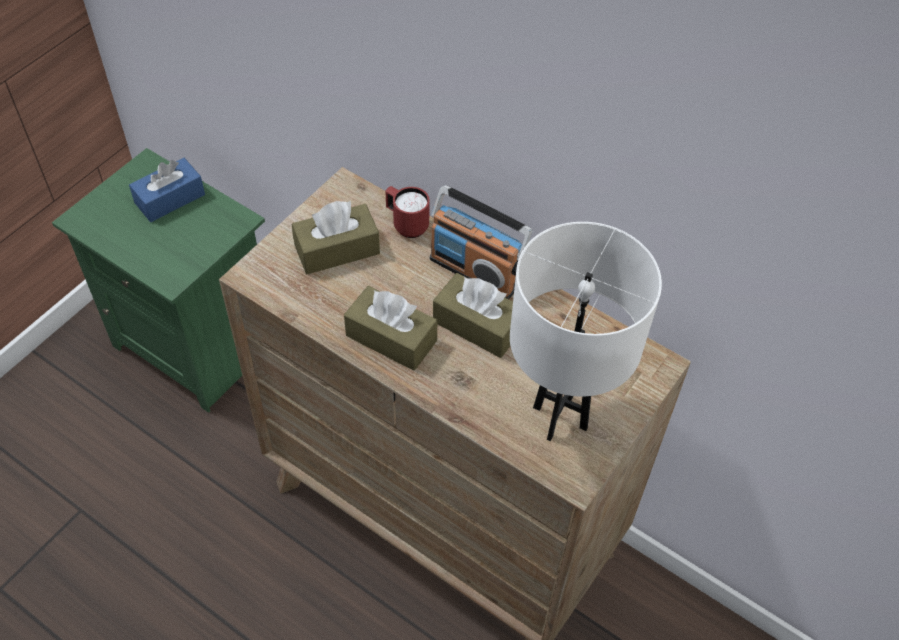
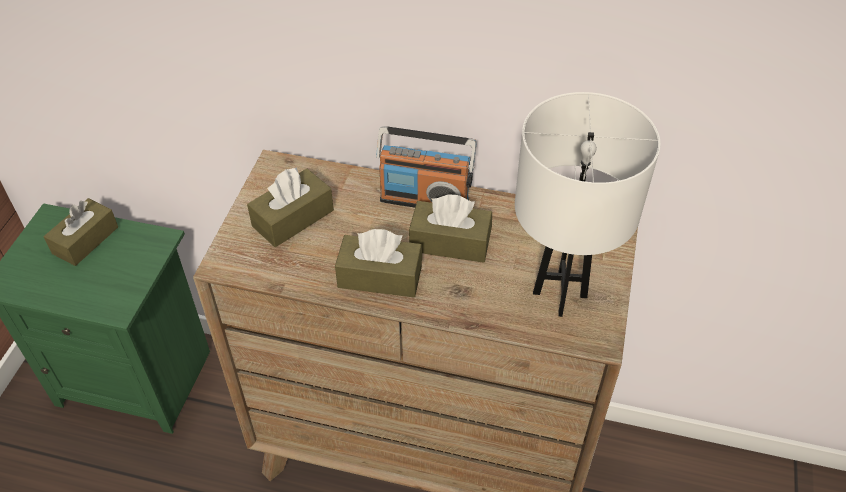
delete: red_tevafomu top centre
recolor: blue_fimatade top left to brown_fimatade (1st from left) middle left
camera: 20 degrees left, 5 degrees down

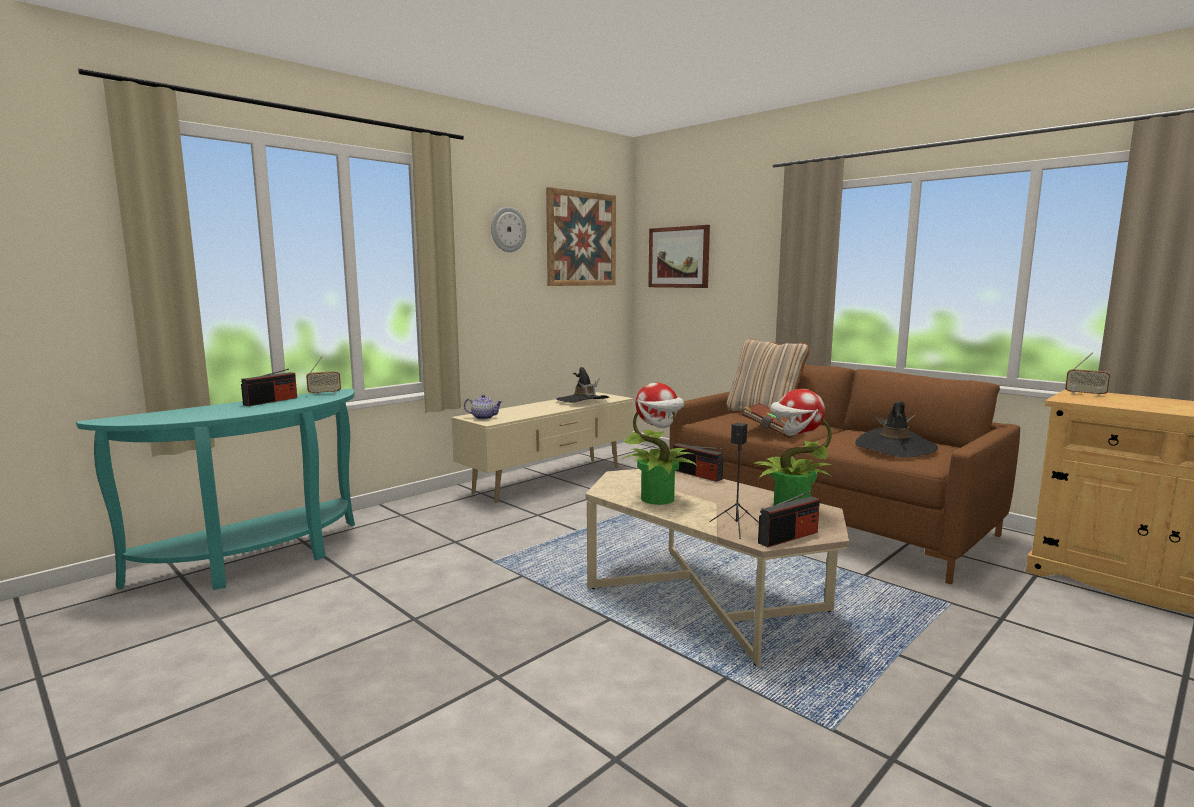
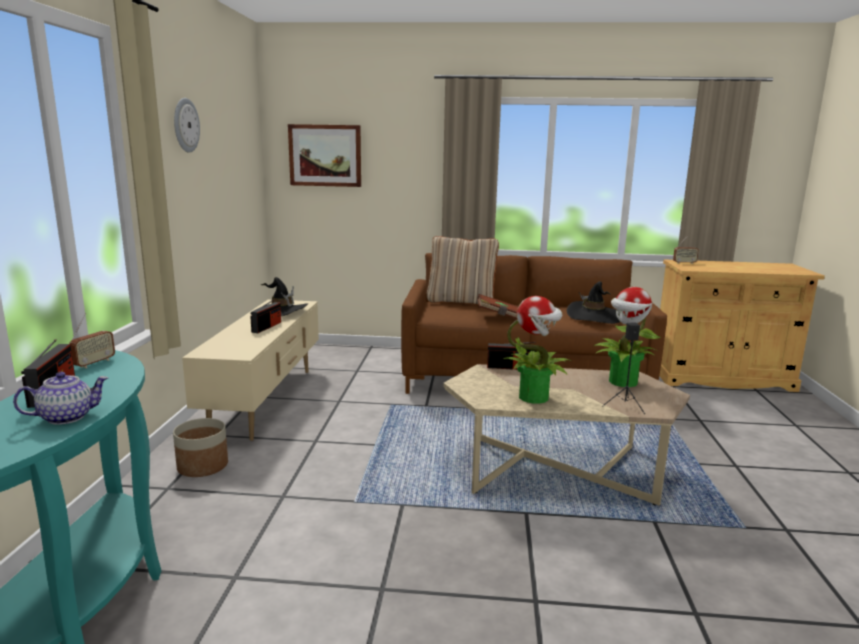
delete: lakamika (1st from left) top centre
insert: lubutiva bottom left
move: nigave centre to middle left; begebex (4th from left in the first image) centre to begebex (3rd from left) middle left
camera: 40 degrees left, 5 degrees up

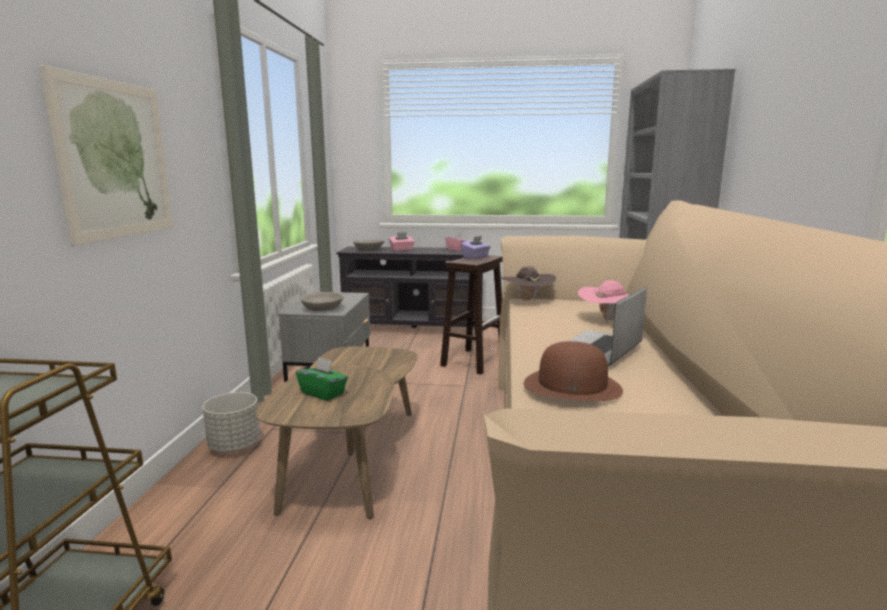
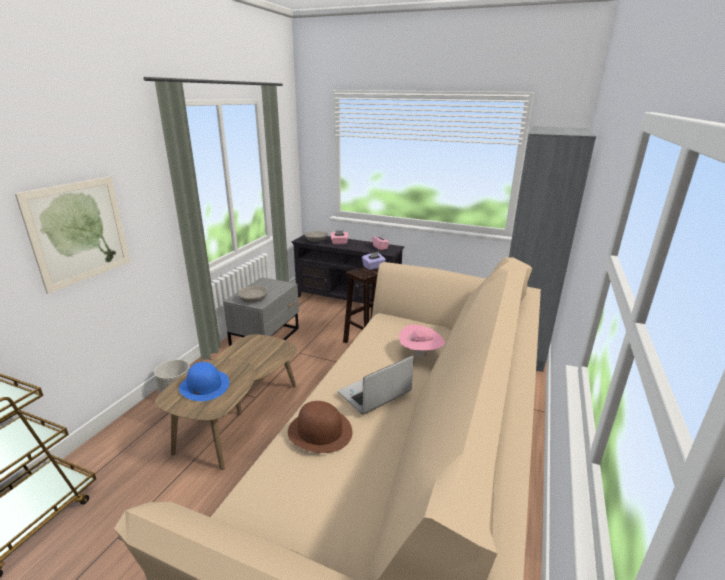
delete: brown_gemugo (1st from left) centre
replace: green_fimatade centre to blue_gemugo middle left
camera: 15 degrees right, 10 degrees up

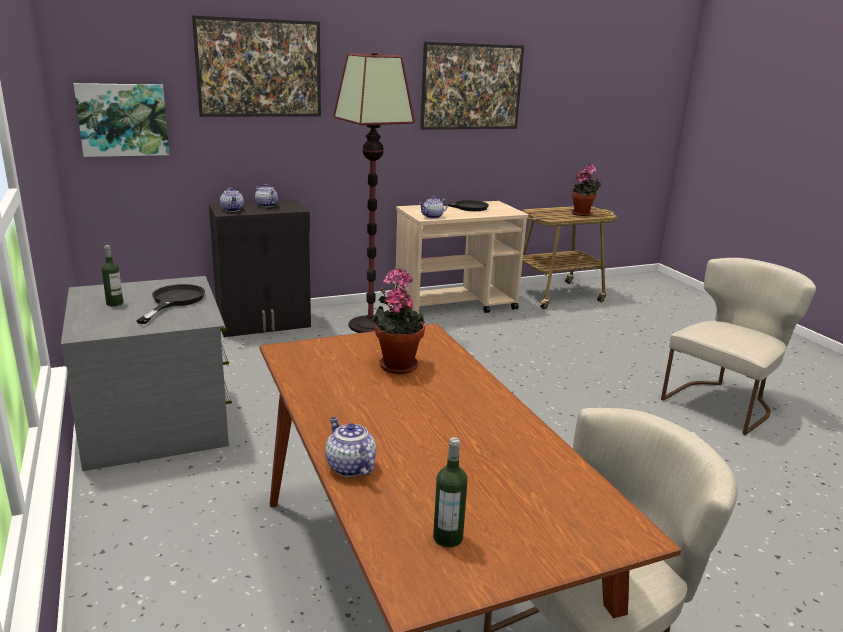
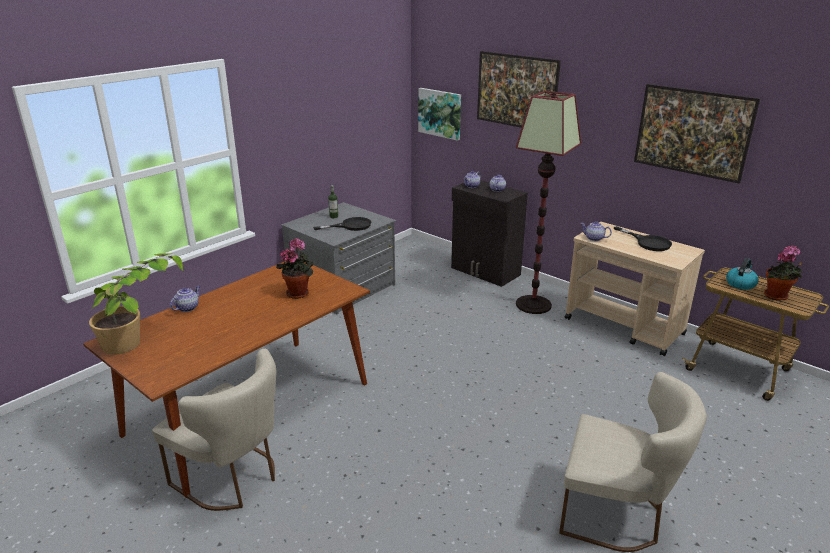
insert: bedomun middle right
replace: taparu (2nd from left) bottom centre to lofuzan (1st from left) middle left
camera: 65 degrees right, 5 degrees up

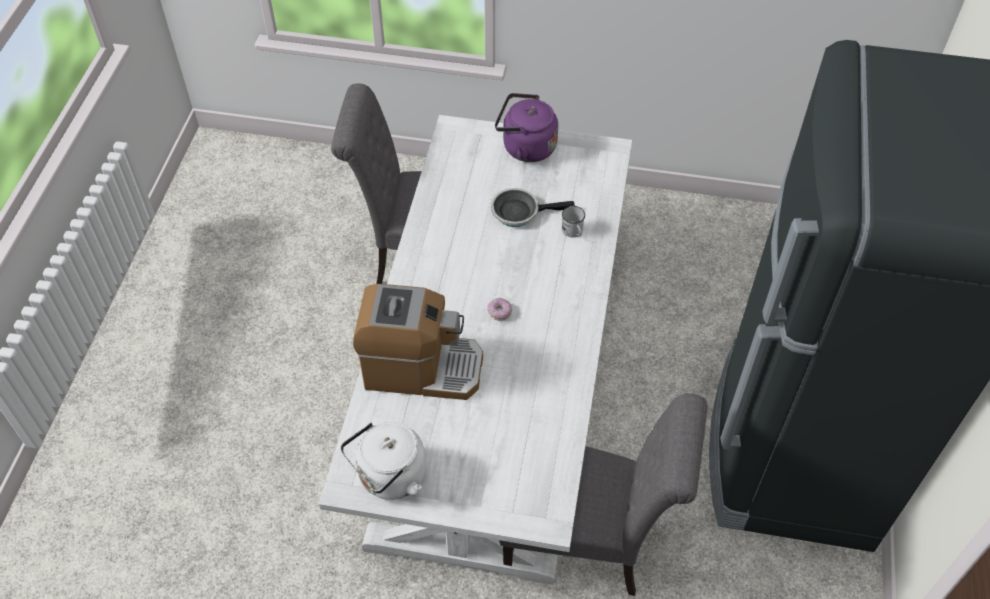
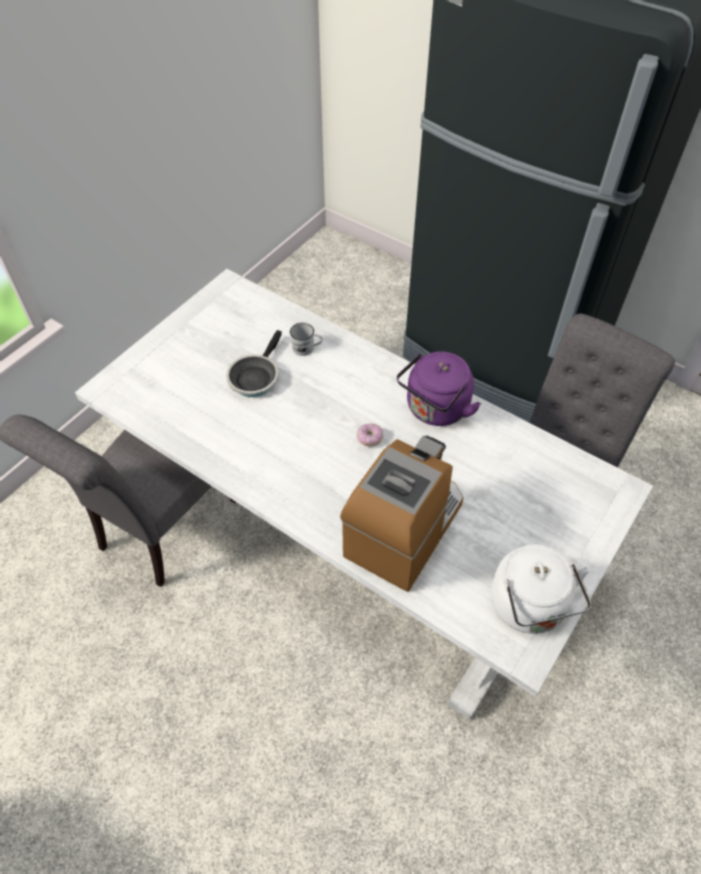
move: purple_bedomun top centre to centre
camera: 65 degrees left, 0 degrees up

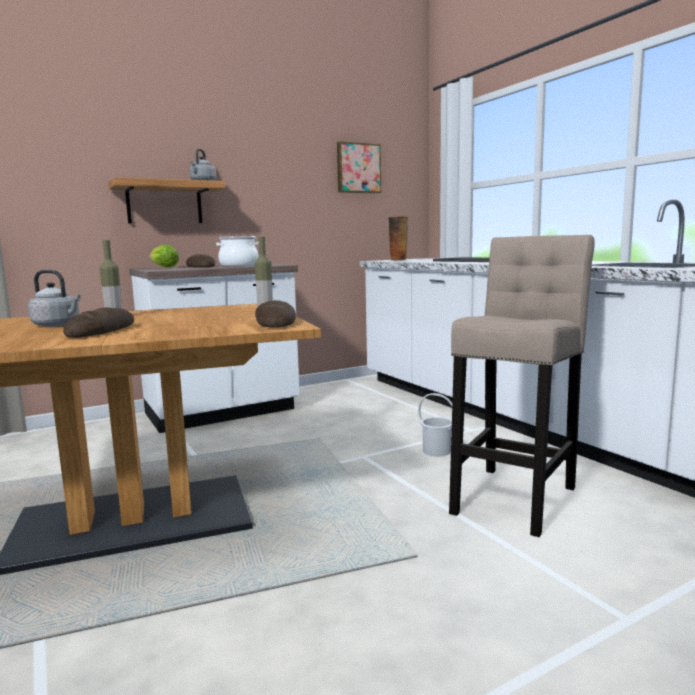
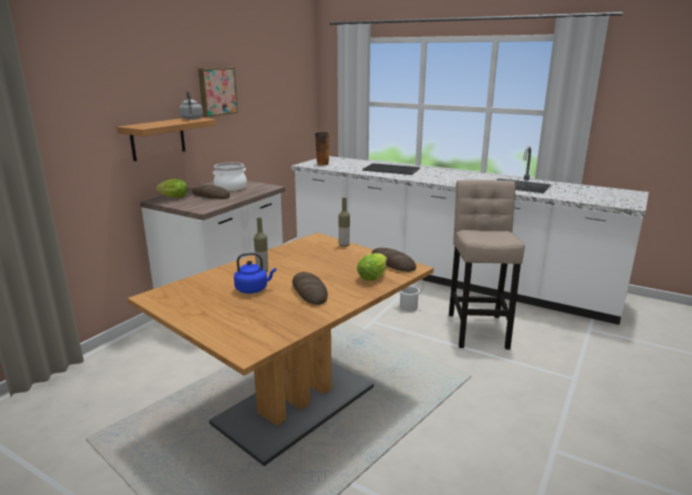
insert: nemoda (2nd from left) centre
move: lakamika top centre to top left
recolor: grey_bedomun (1st from left) middle left to blue_bedomun centre
camera: 30 degrees left, 10 degrees up

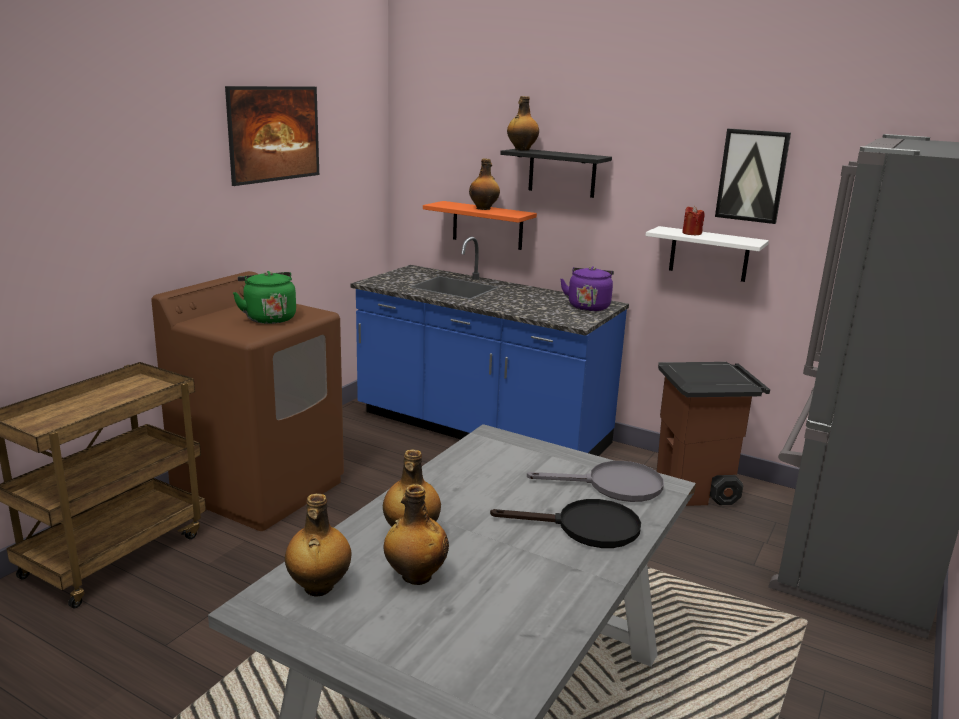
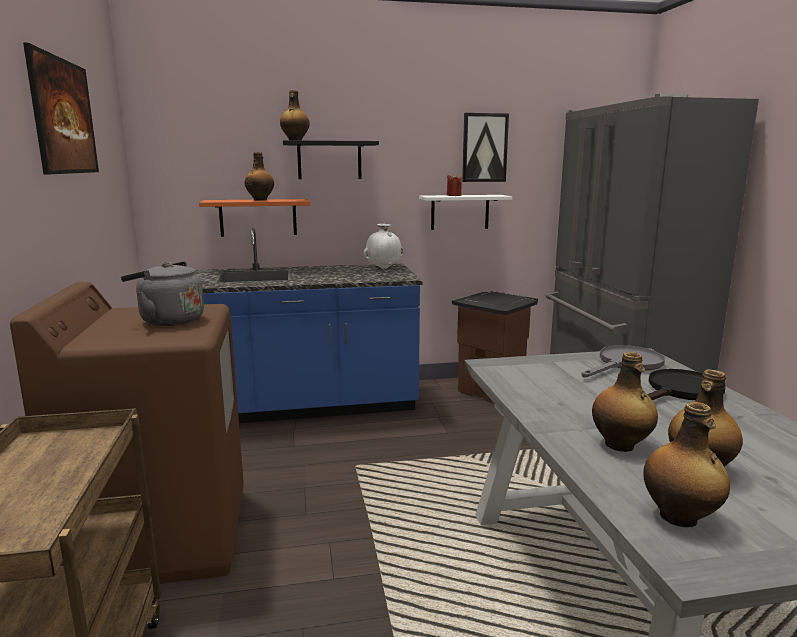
replace: purple_bedomun centre to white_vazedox centre
recolor: green_bedomun middle left to grey_bedomun middle left
camera: 40 degrees left, 5 degrees down

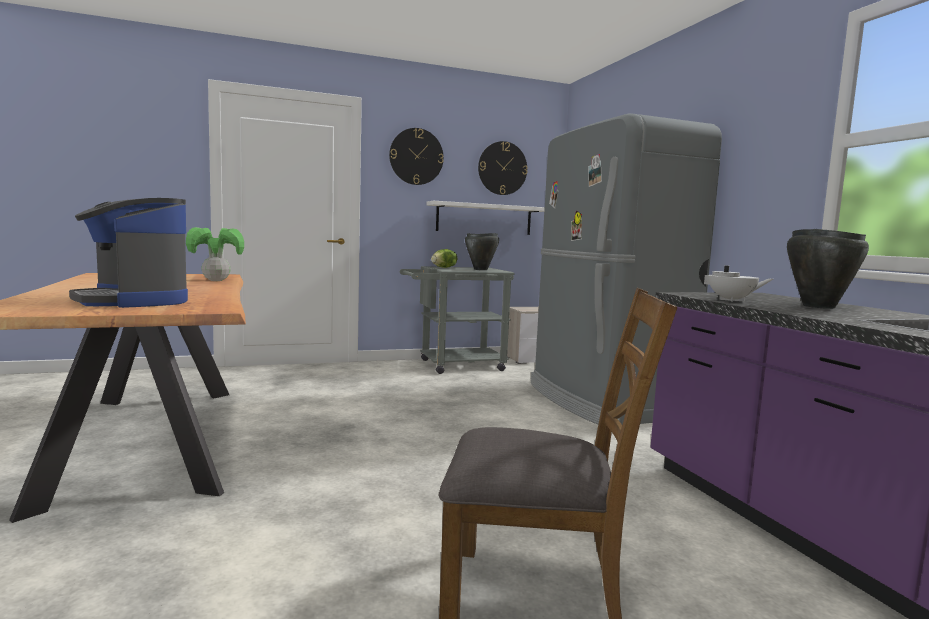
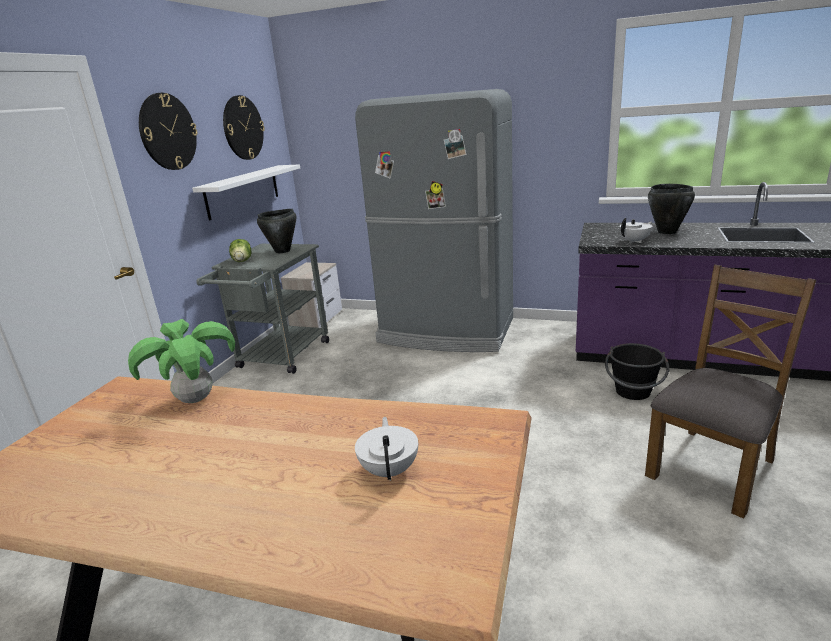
insert: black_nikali middle right
replace: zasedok middle left to white_nigave (1st from left) bottom centre
camera: 50 degrees left, 15 degrees up

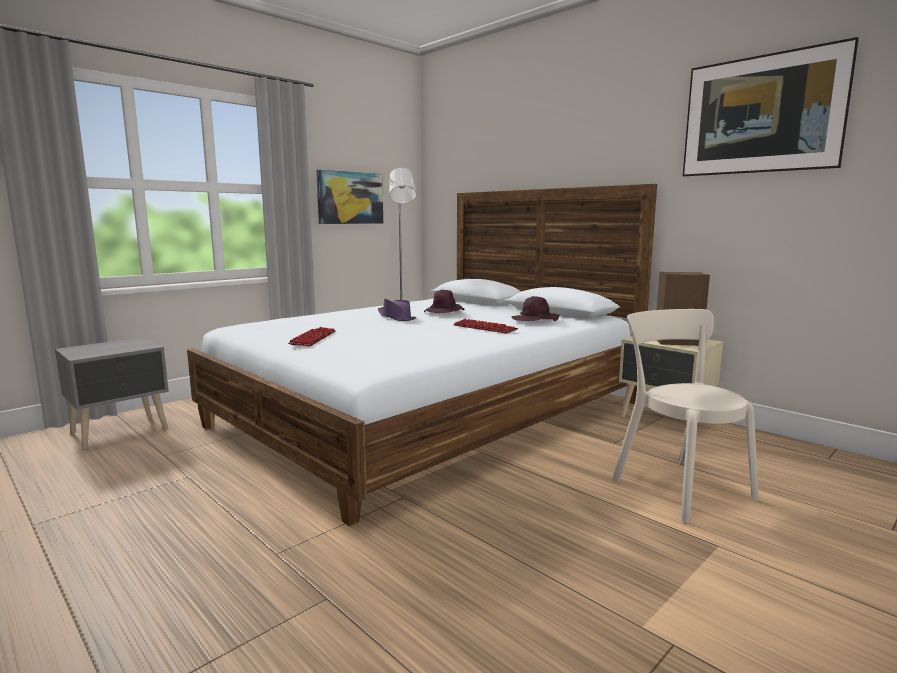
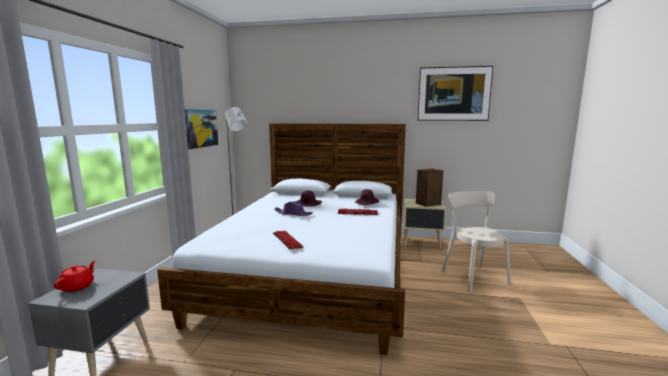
insert: red_nigave bottom left
rotate: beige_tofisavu middle right = middle right 45 degrees clockwise
camera: 35 degrees left, 0 degrees up

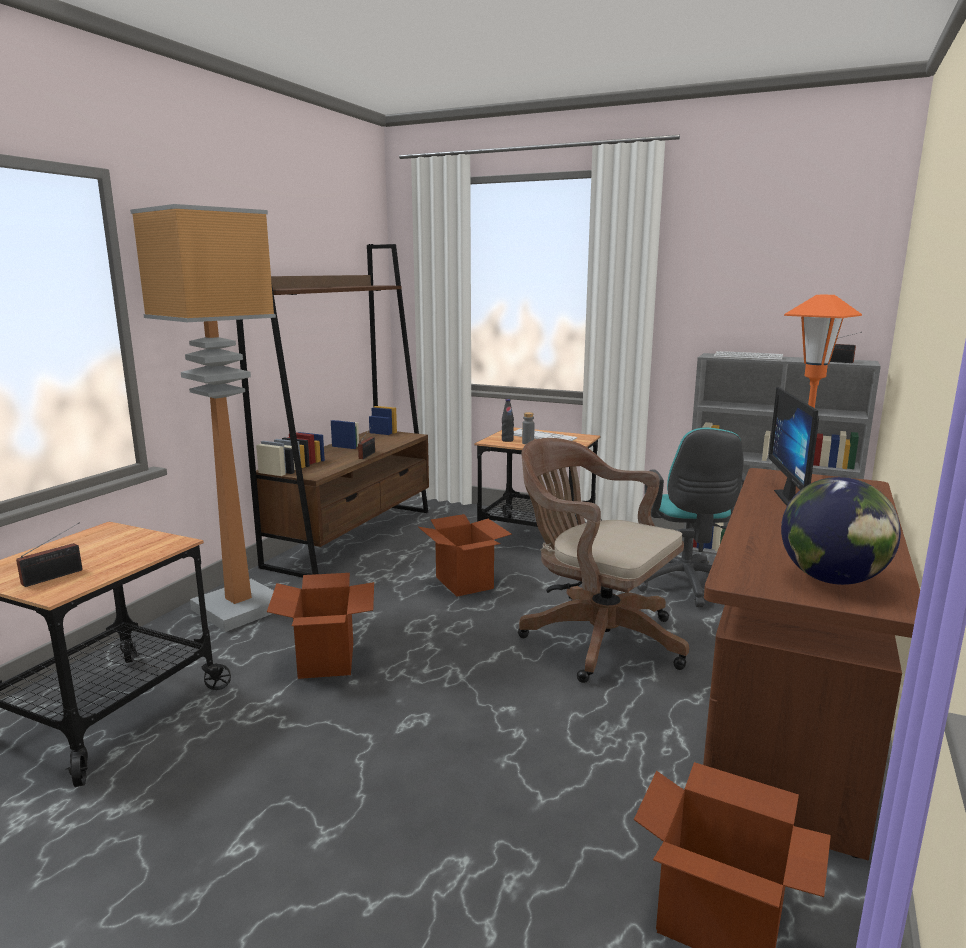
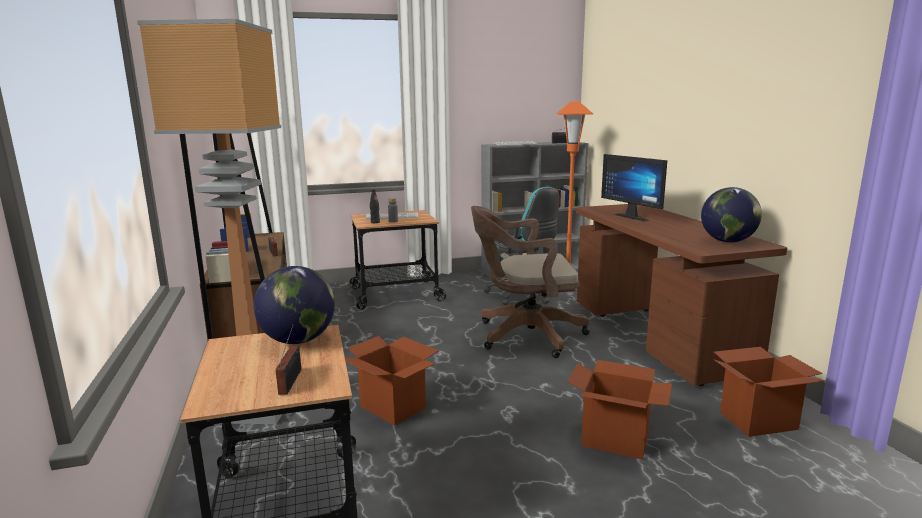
insert: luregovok (1st from left) middle left
move: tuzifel (2nd from left) centre to bottom right
camera: 40 degrees left, 0 degrees up

